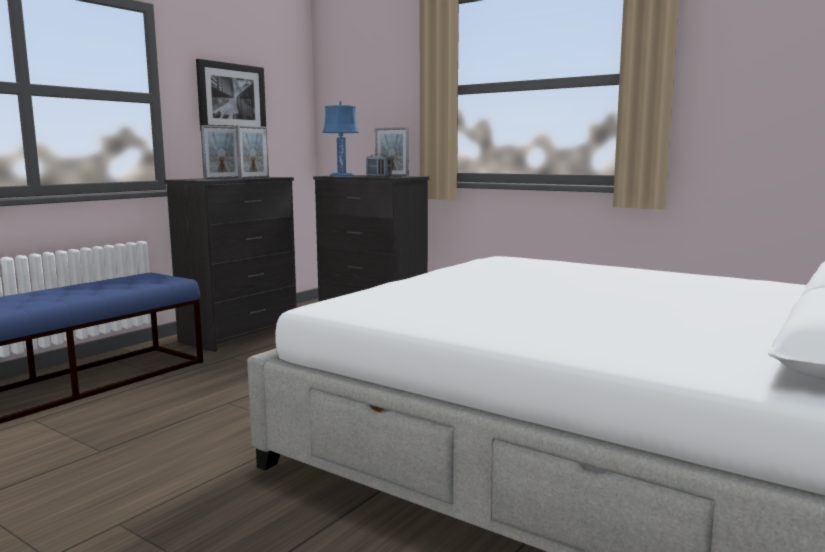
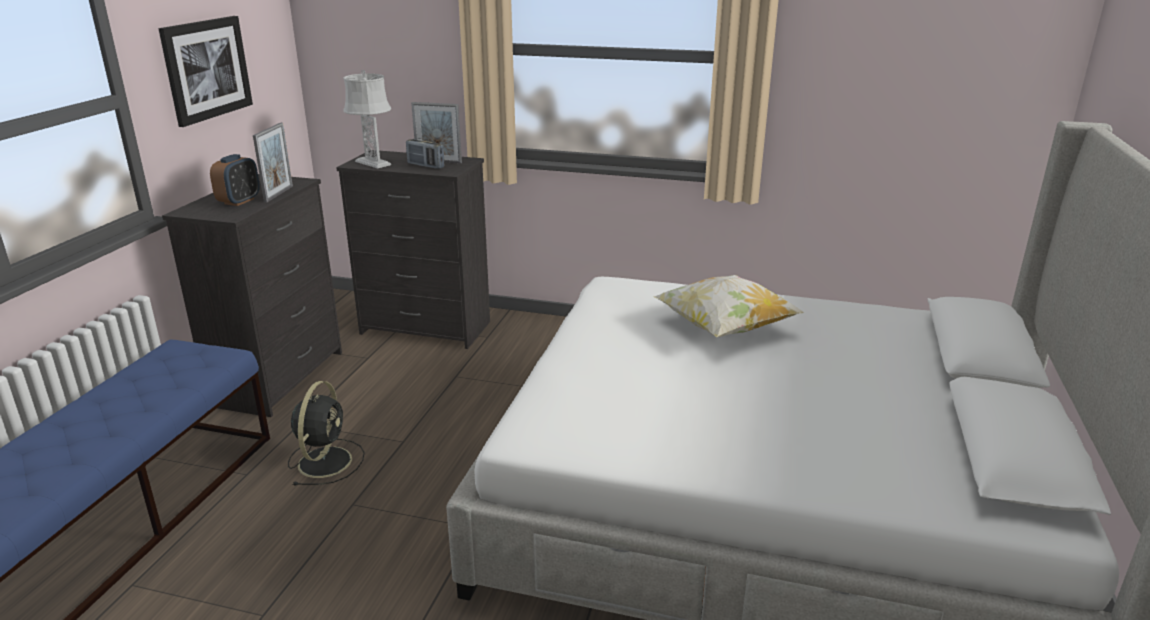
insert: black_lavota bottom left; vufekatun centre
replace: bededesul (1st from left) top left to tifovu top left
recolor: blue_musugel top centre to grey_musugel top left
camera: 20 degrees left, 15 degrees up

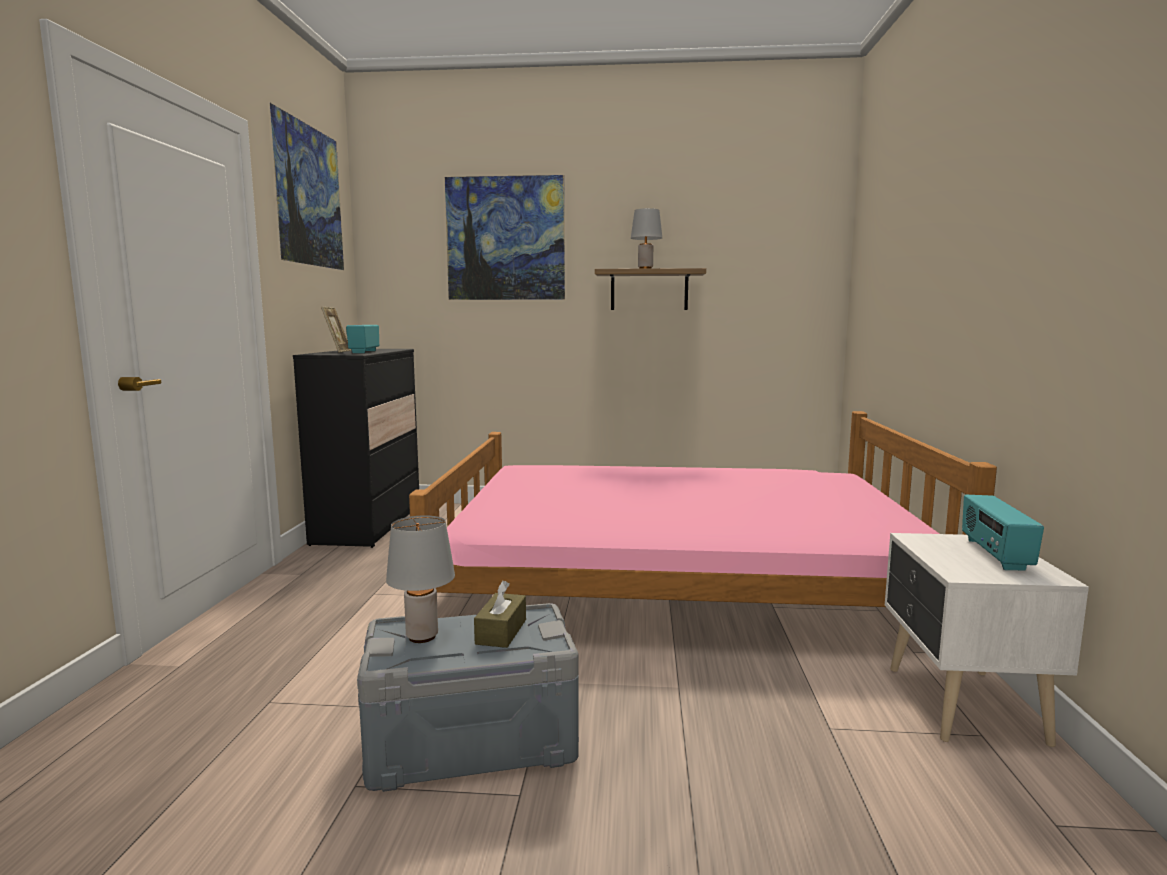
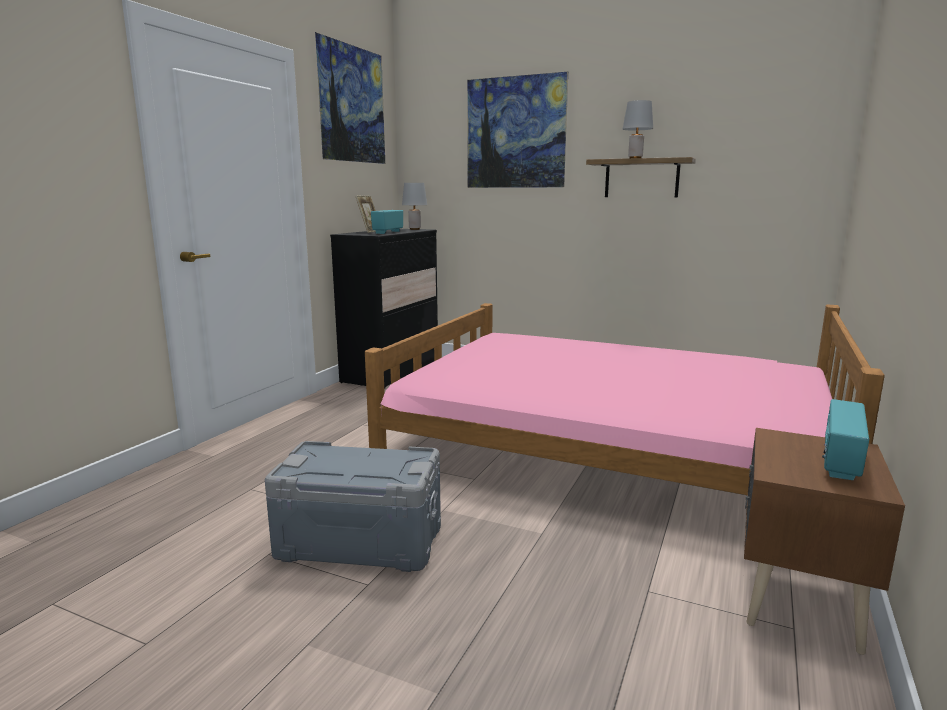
delete: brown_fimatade bottom centre
move: grey_musugel (1st from left) centre to top centre
recolor: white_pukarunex bottom right to brown_pukarunex bottom right
camera: 20 degrees right, 5 degrees up

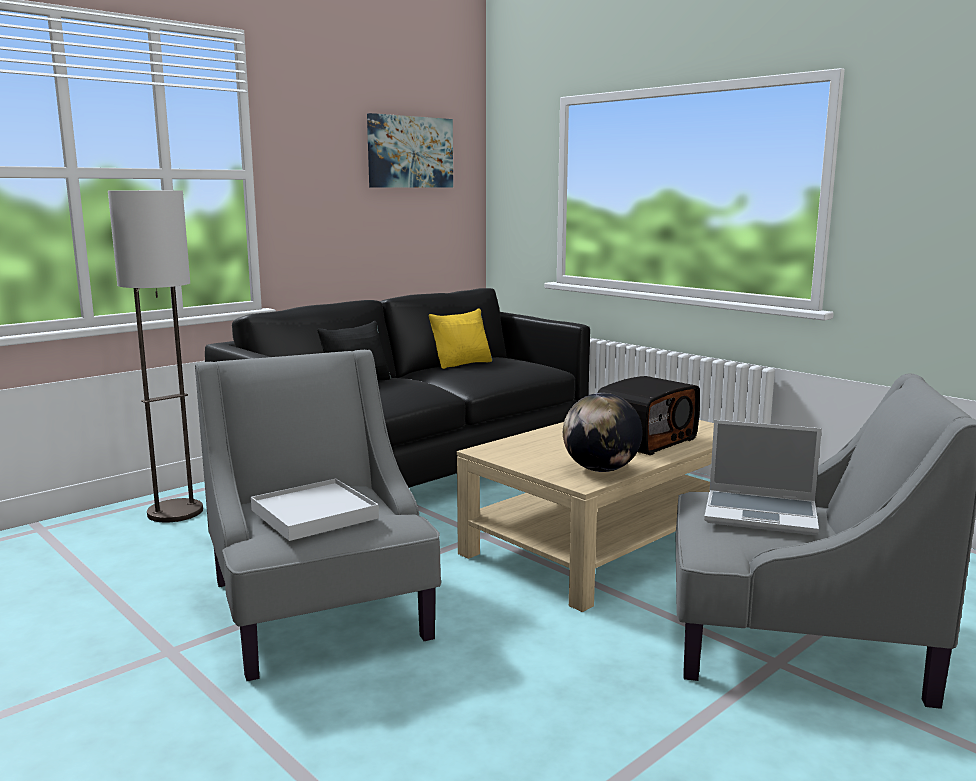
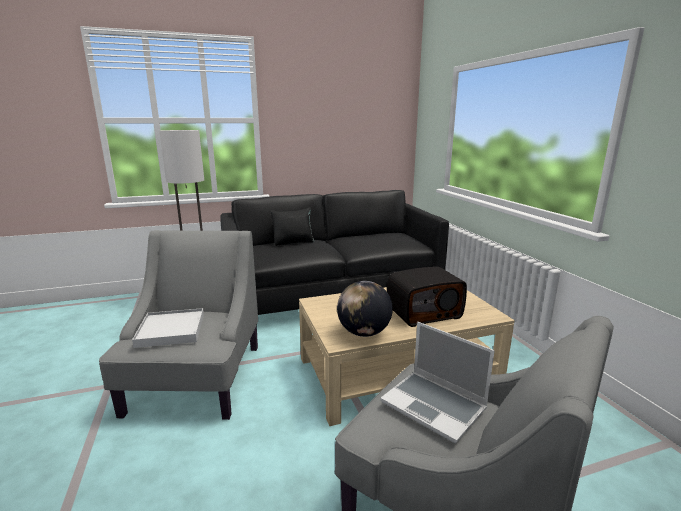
delete: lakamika top centre; yellow_vufekatun centre
camera: 25 degrees right, 5 degrees up

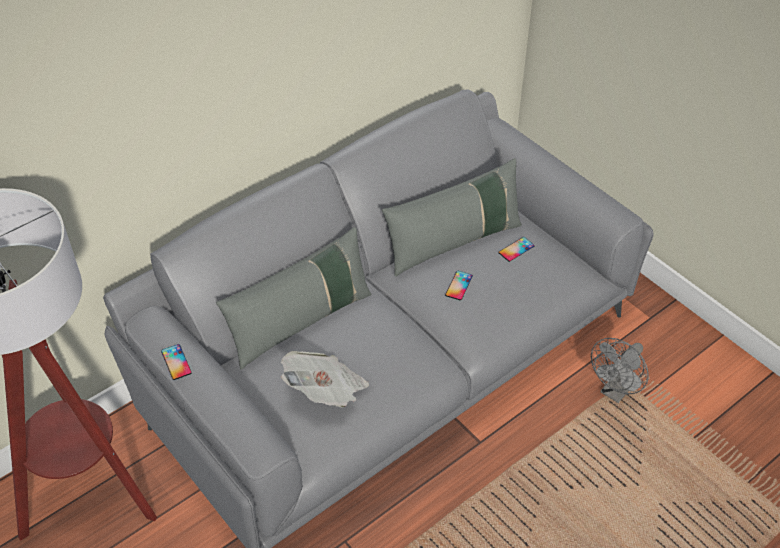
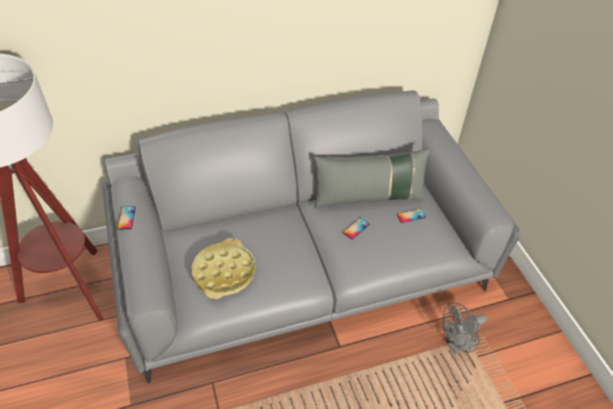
delete: grey_vufekatun (1st from left) centre
replace: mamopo bottom centre to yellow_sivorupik centre
camera: 20 degrees right, 0 degrees up

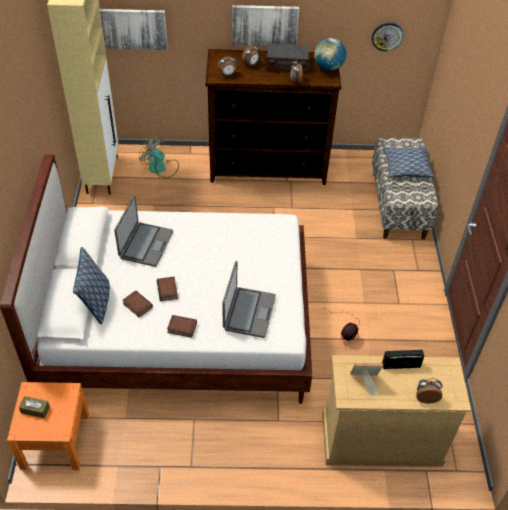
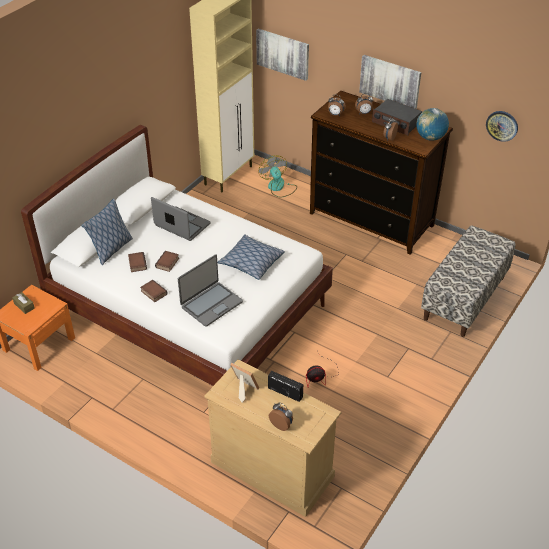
move: vufekatun (2nd from left) top right to centre
rotate: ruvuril (1st from left) middle left = middle left 105 degrees counterclockwise
camera: 35 degrees right, 5 degrees down

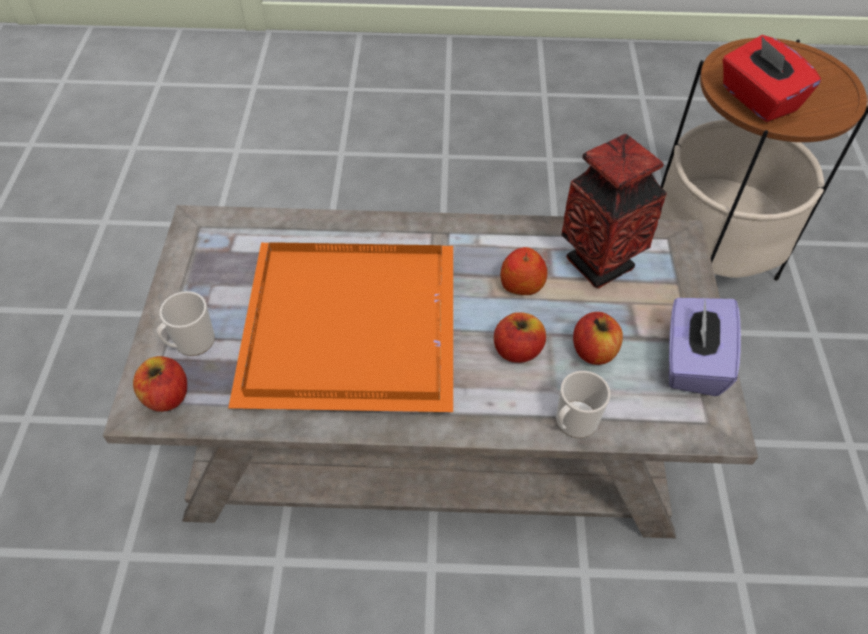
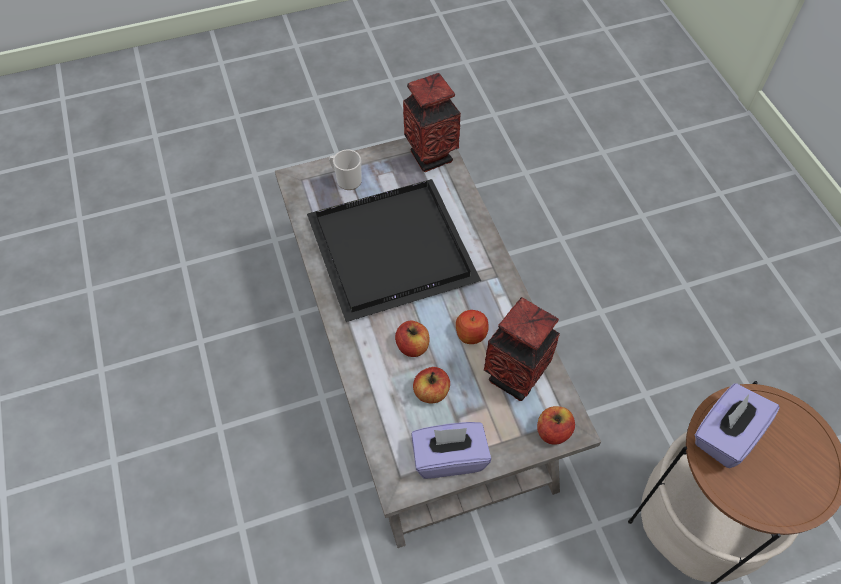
delete: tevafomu (2nd from left) middle right
insert: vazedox (1st from left) top centre
move: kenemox (1st from left in the first image) middle left to kenemox (4th from left) bottom centre
recolor: orange_sivorupik centre to black_sivorupik centre; red_fimatade top right to purple_fimatade (2nd from left) bottom right
camera: 70 degrees right, 5 degrees up

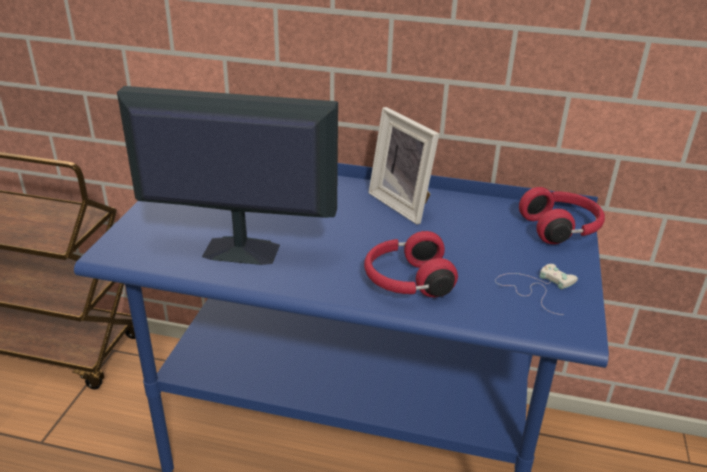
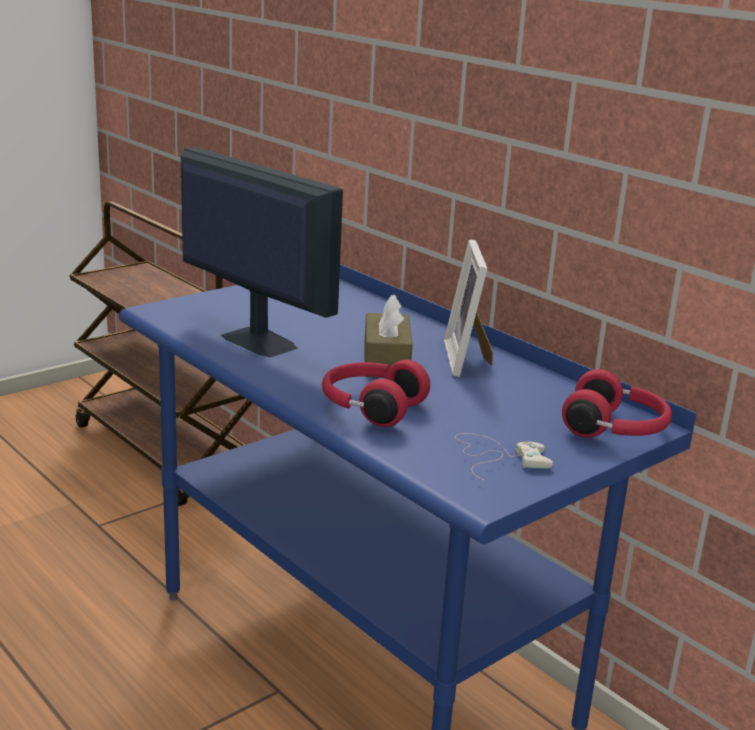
insert: brown_fimatade centre
camera: 35 degrees right, 10 degrees down

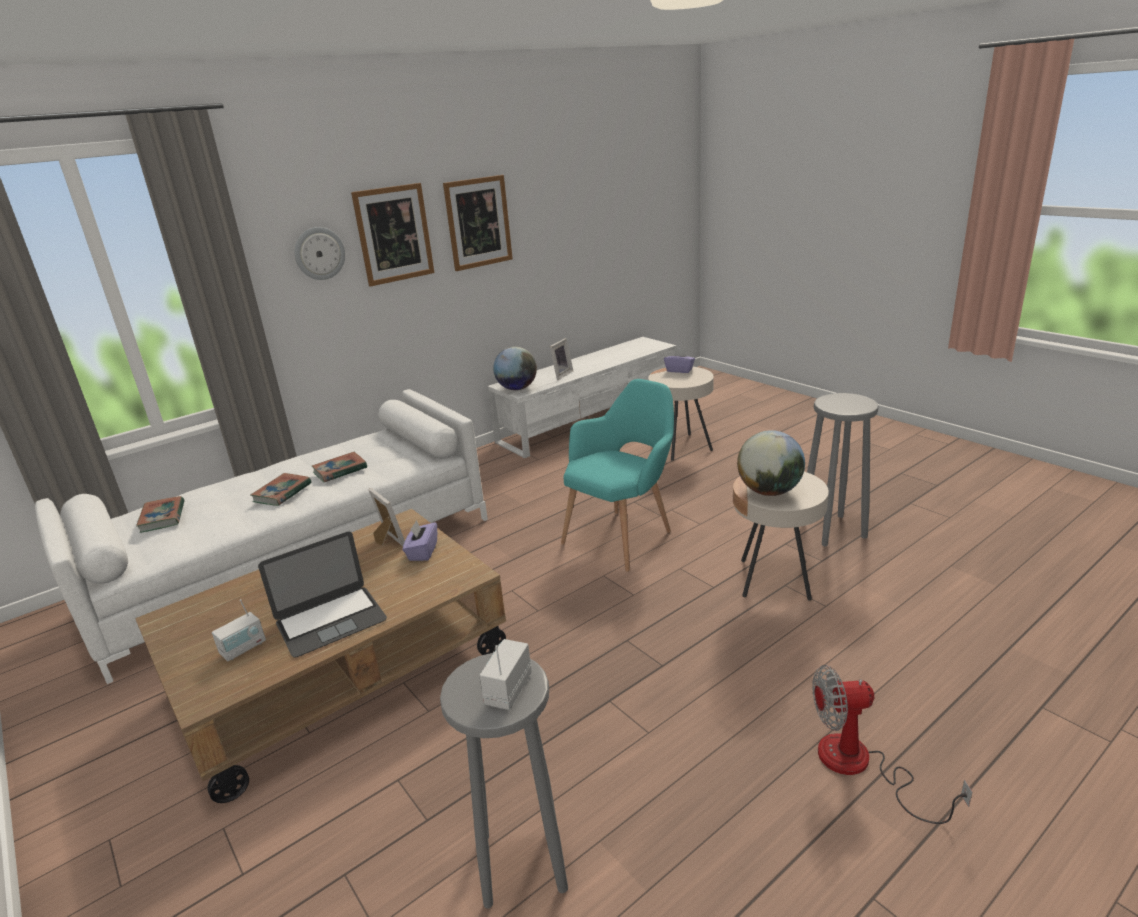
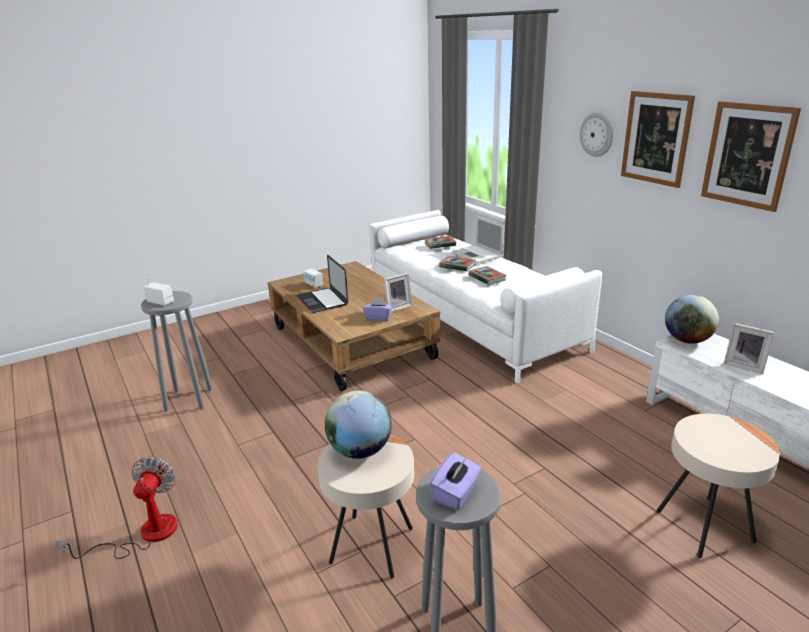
delete: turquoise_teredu centre
insert: ruvuril (2nd from left) centre
move: purple_fimatade (2nd from left) centre to bottom centre
camera: 95 degrees right, 0 degrees up

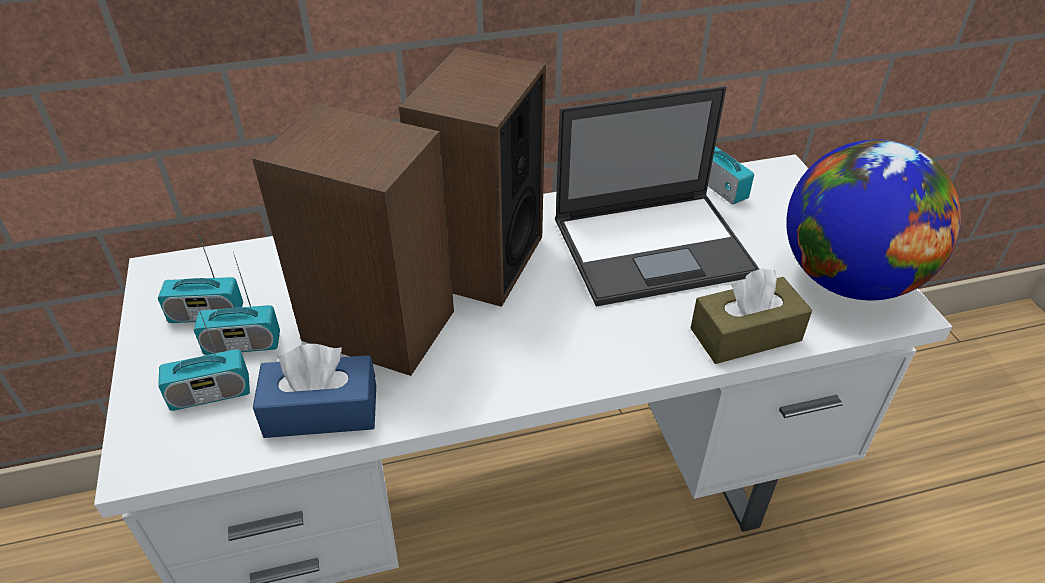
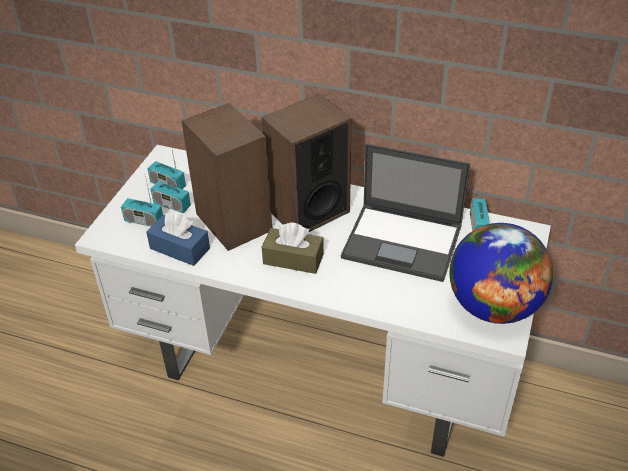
move: brown_fimatade middle right to centre
camera: 35 degrees right, 0 degrees up

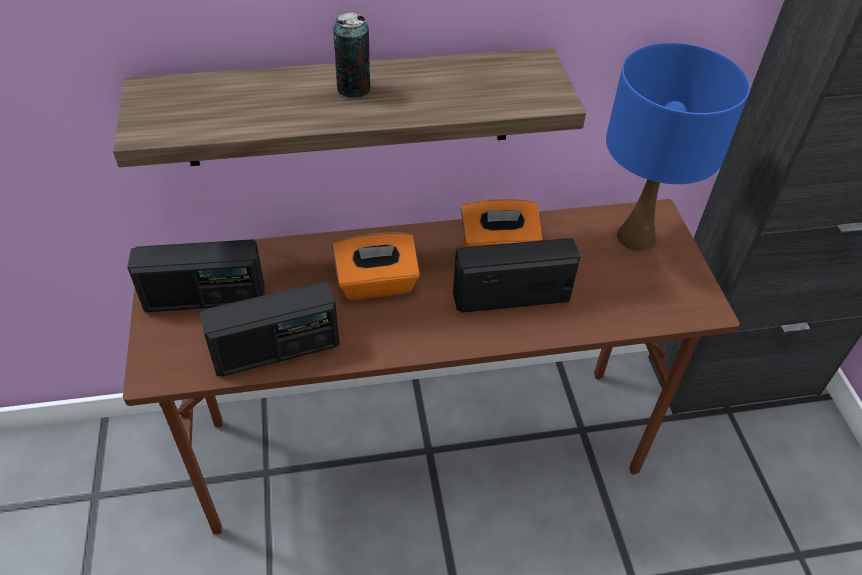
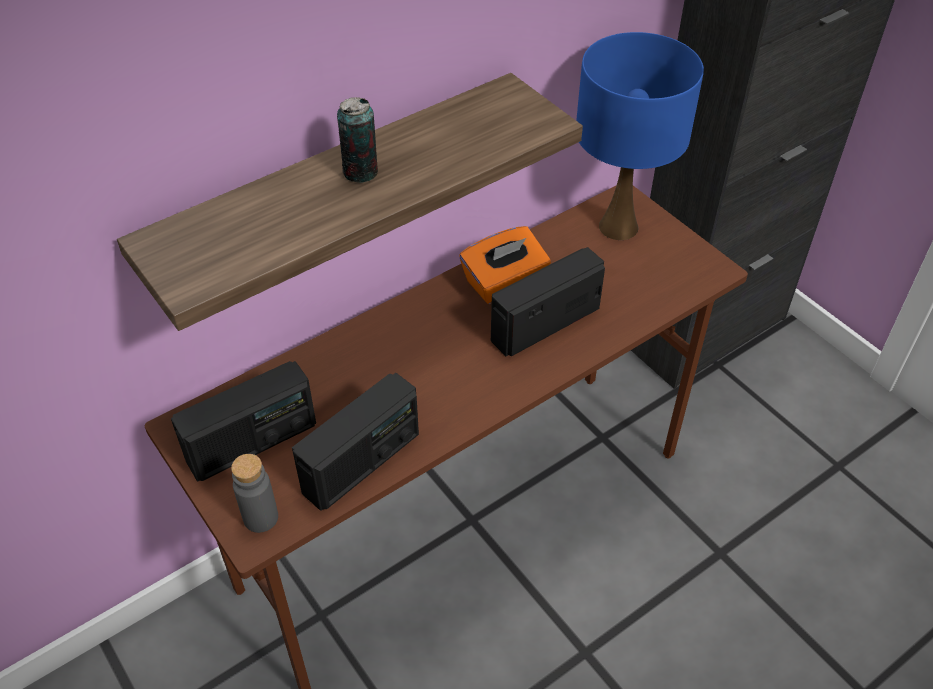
delete: orange_fimatade (1st from left) centre
insert: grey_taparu bottom left
camera: 25 degrees left, 0 degrees up

